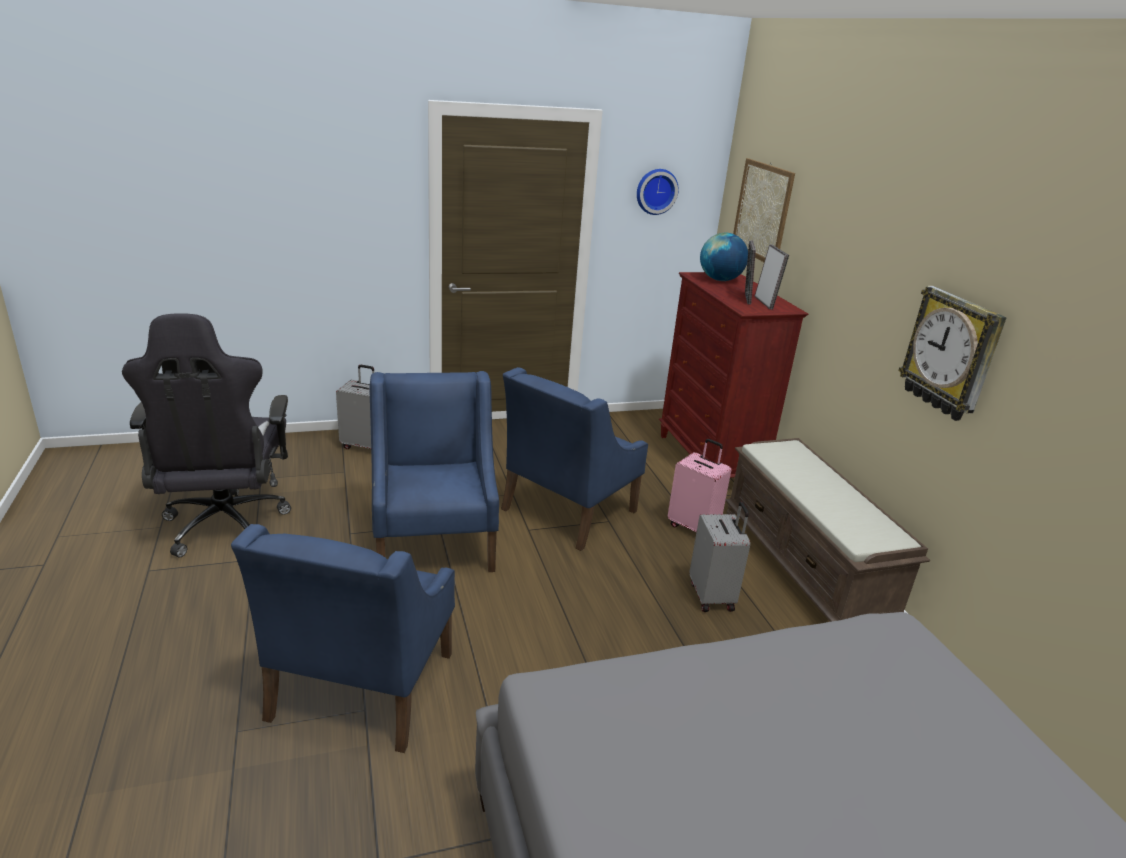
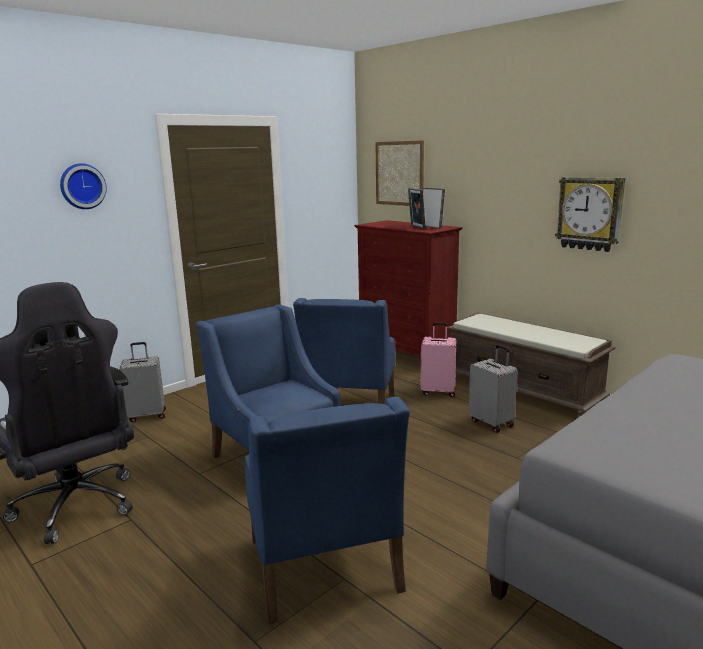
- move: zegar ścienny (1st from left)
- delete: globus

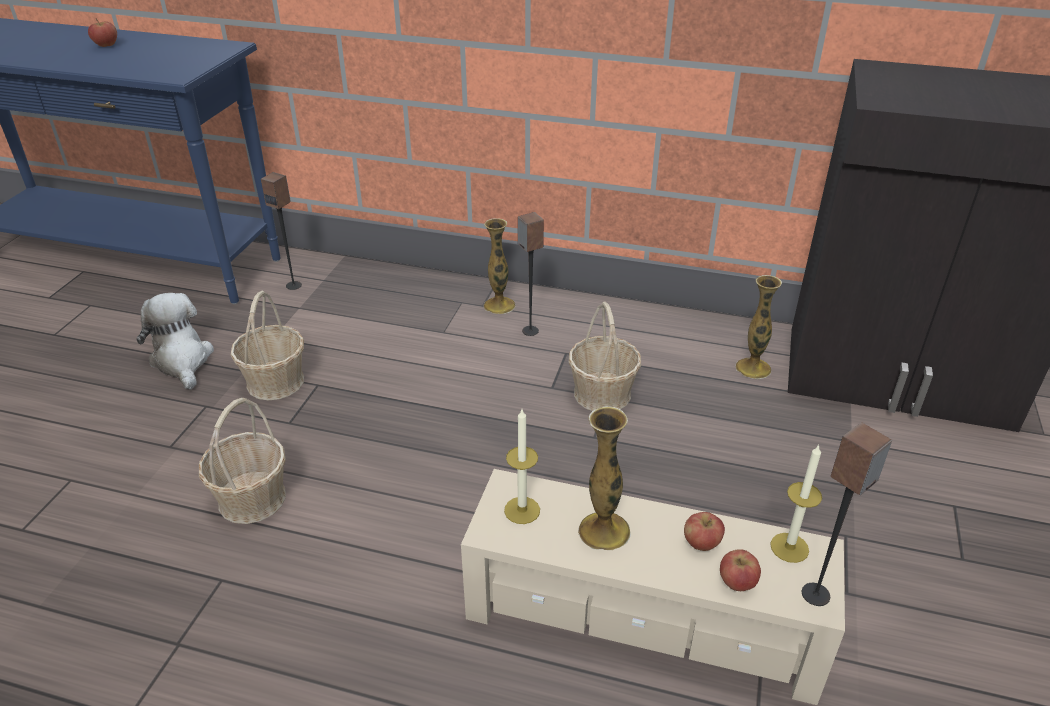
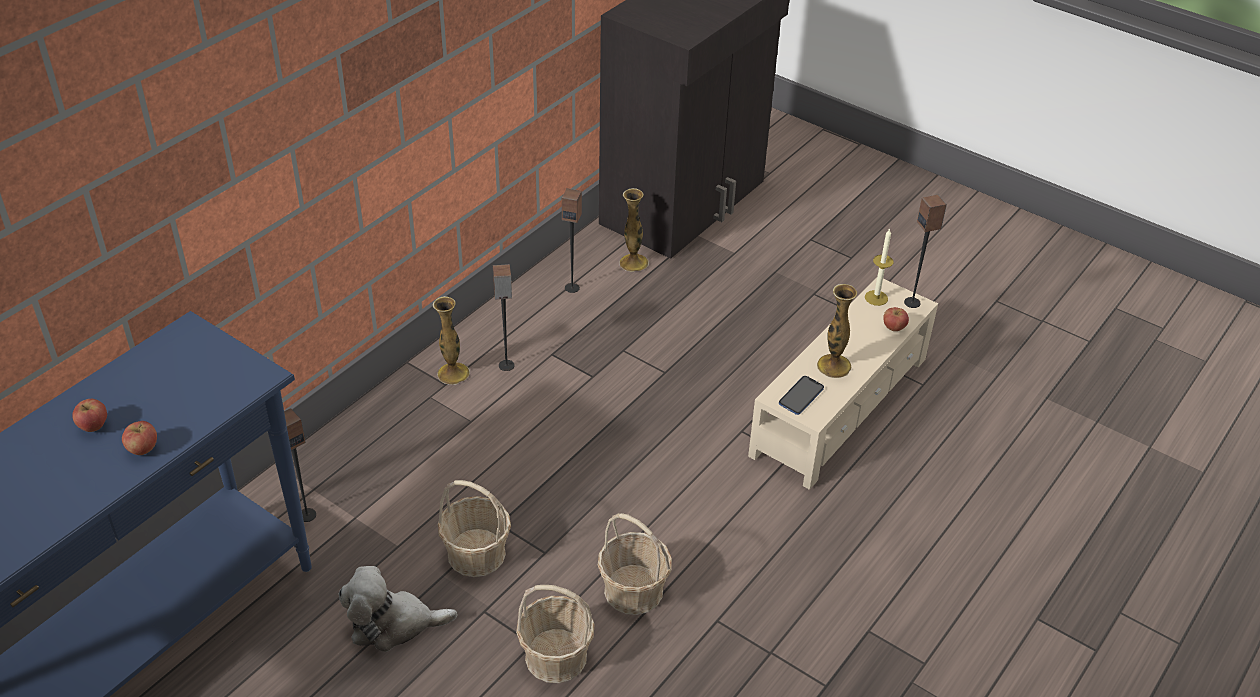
- replace: świeca (1st from left) to telefon
- move: koszyk (3rd from left in the first image) to koszyk (2nd from left)
- move: jabłko (2nd from left)
- insert: głośnik (3rd from left)

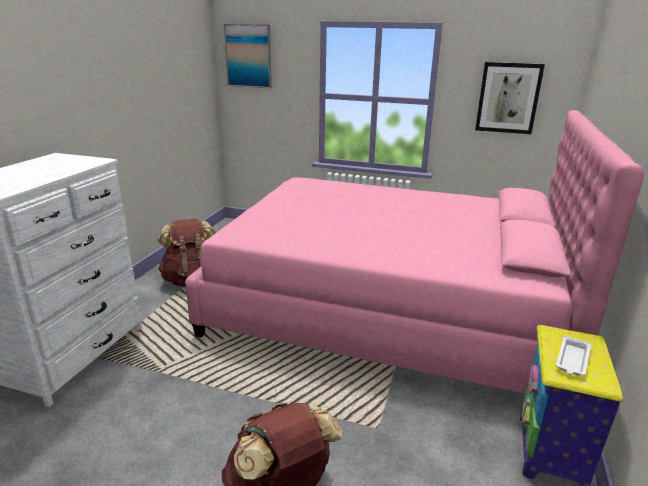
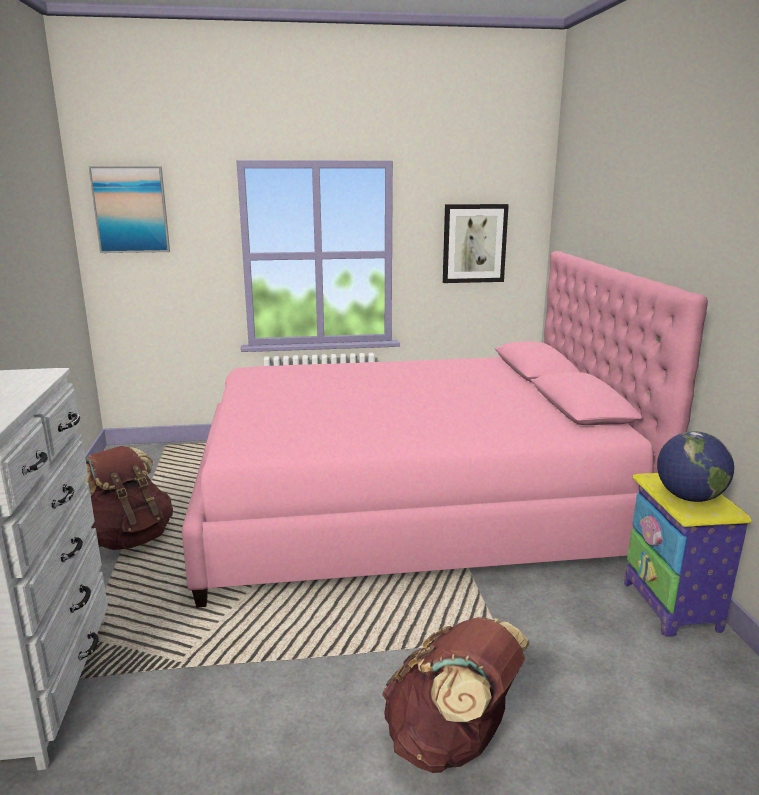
- replace: taca [biały] to globus

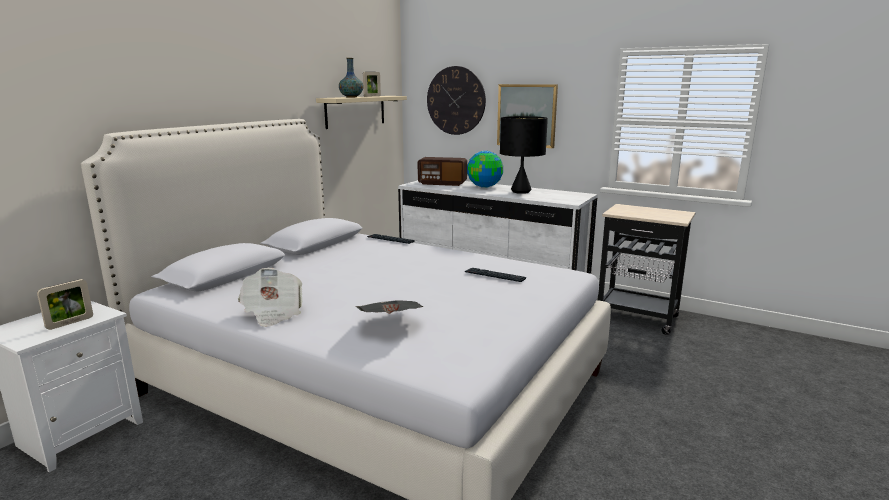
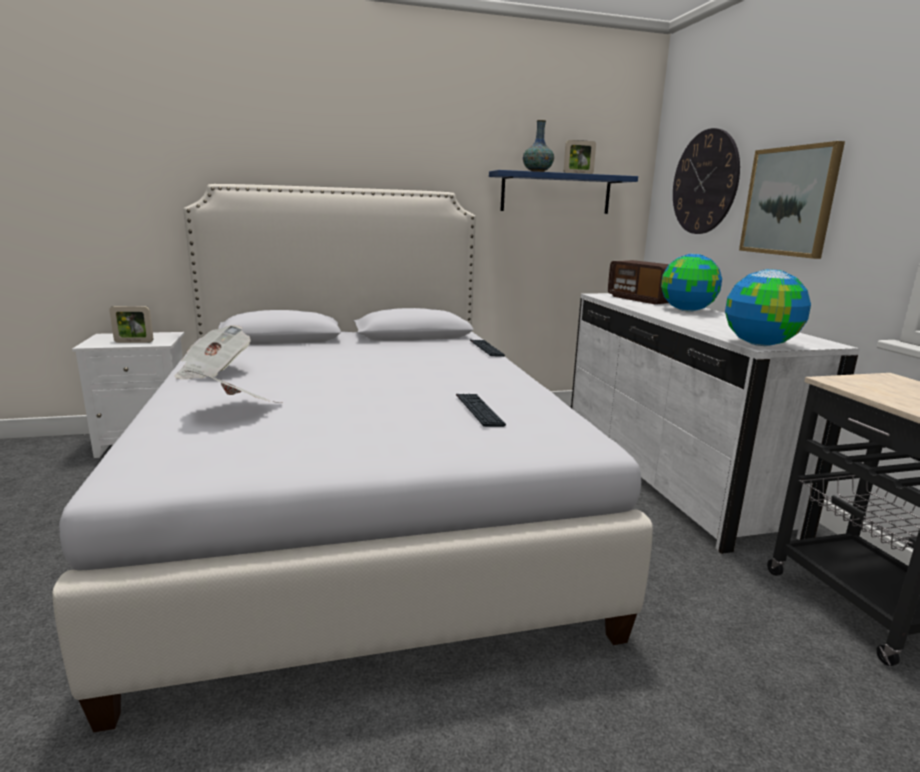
- recolor: półka [beżowy] to półka [niebieski]
- delete: lampa stołowa [czarny]
- insert: globus (2nd from left)

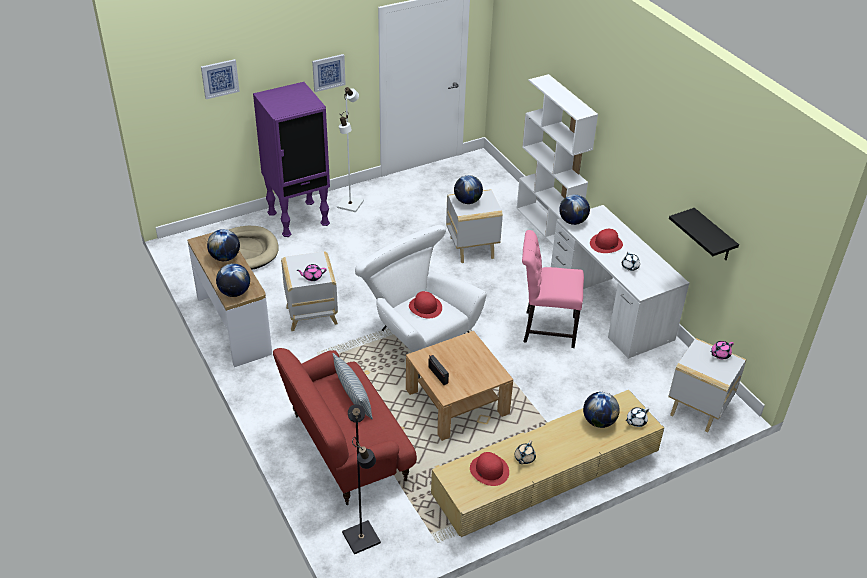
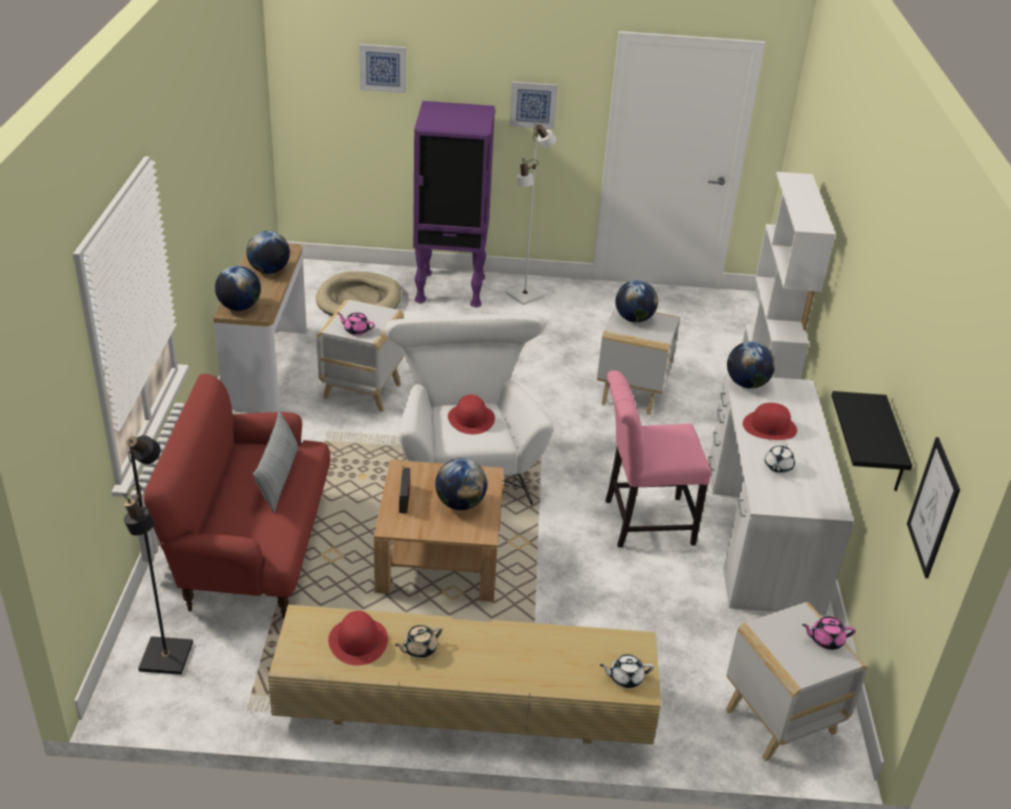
- rotate: krzesło [różowy] 45 degrees counterclockwise
- move: globus (5th from left in the first image) to globus (3rd from left)
- insert: obraz (3rd from left)

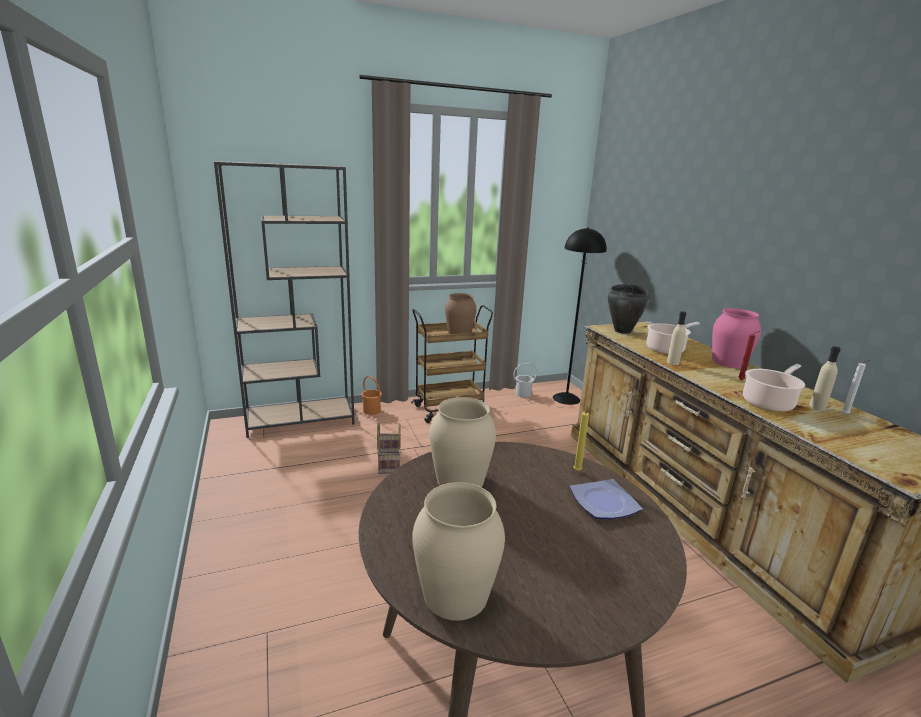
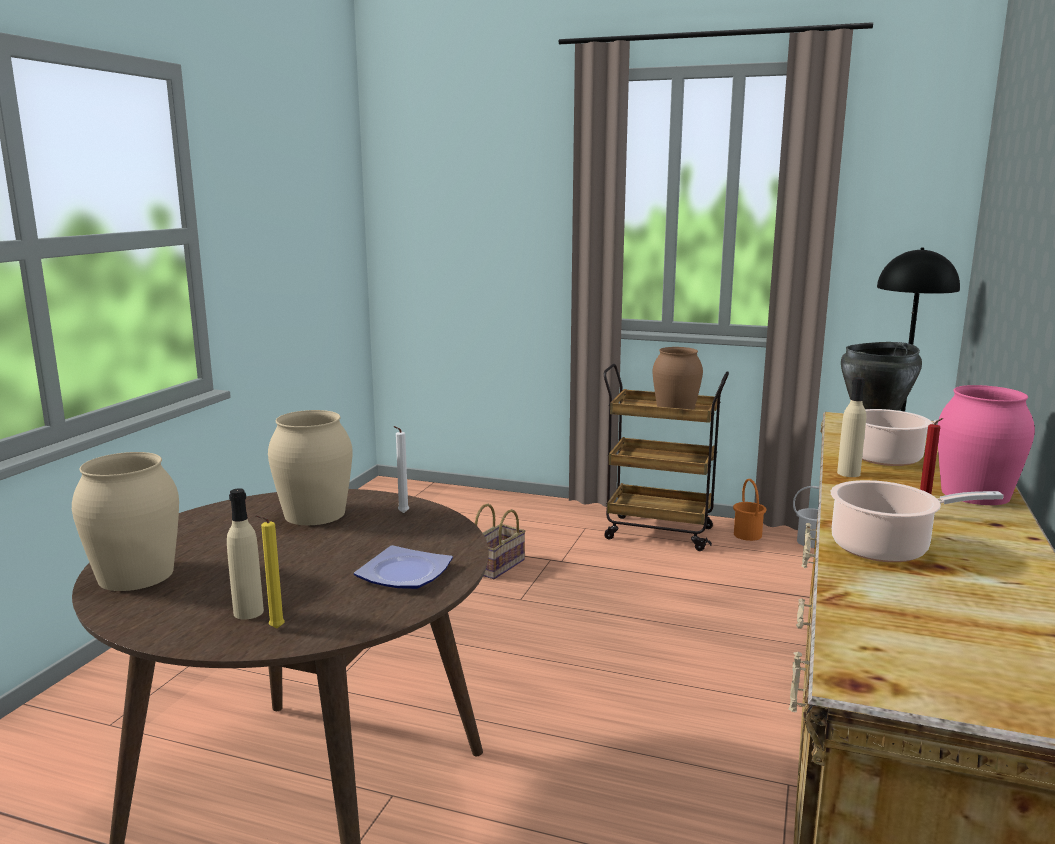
- delete: regał
- move: wiadro [pomarańczowy]
- move: świeca [żółty]
- move: butelka [beżowy] (2nd from left in the first image) to butelka [beżowy] (1st from left)
- move: świeca [biały]

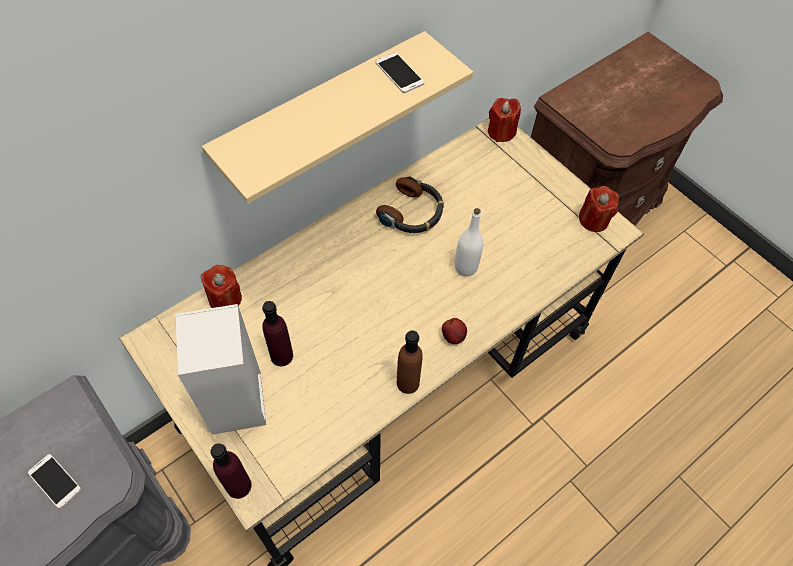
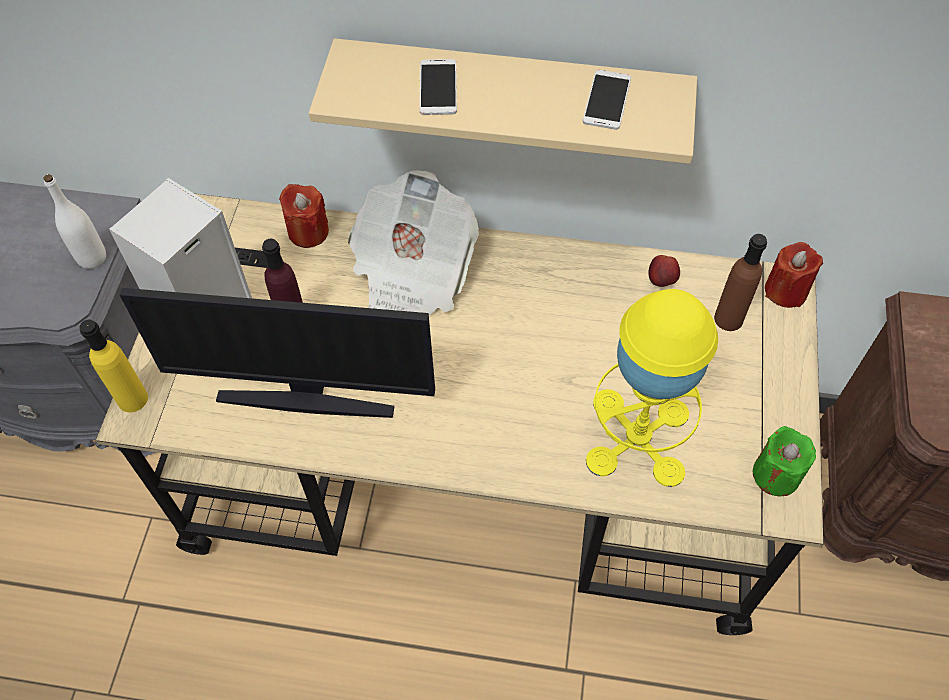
- move: telefon (1st from left)
- recolor: butelka [fioletowy] (1st from left) to butelka [żółty]
- delete: słuchawki
- move: butelka [brązowy]
- move: jabłko
- move: butelka [biały]
- recolor: świeca [czerwony] (3rd from left) to świeca [zielony]
- insert: monitor
- insert: gazeta
- insert: lampa stołowa [żółty]

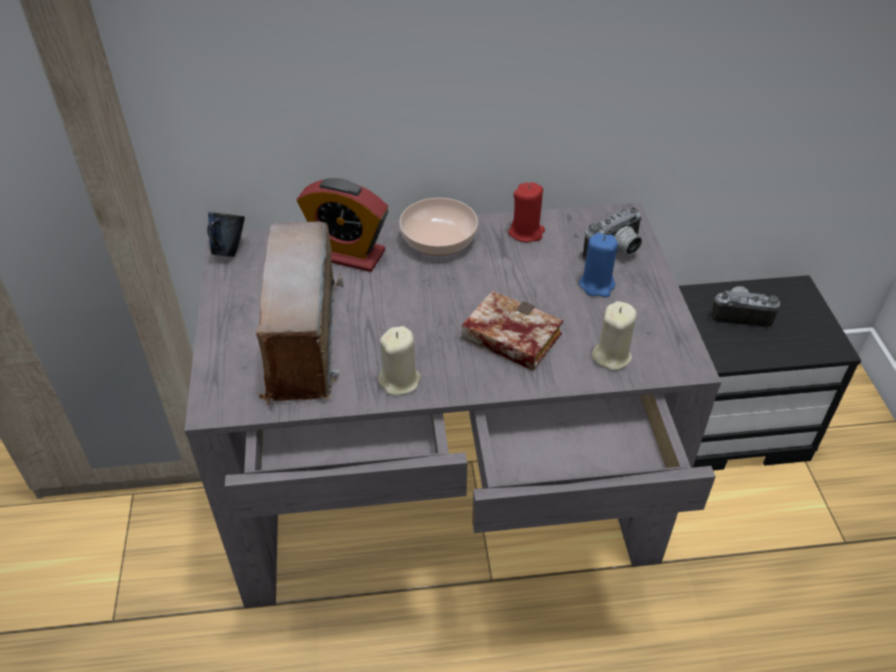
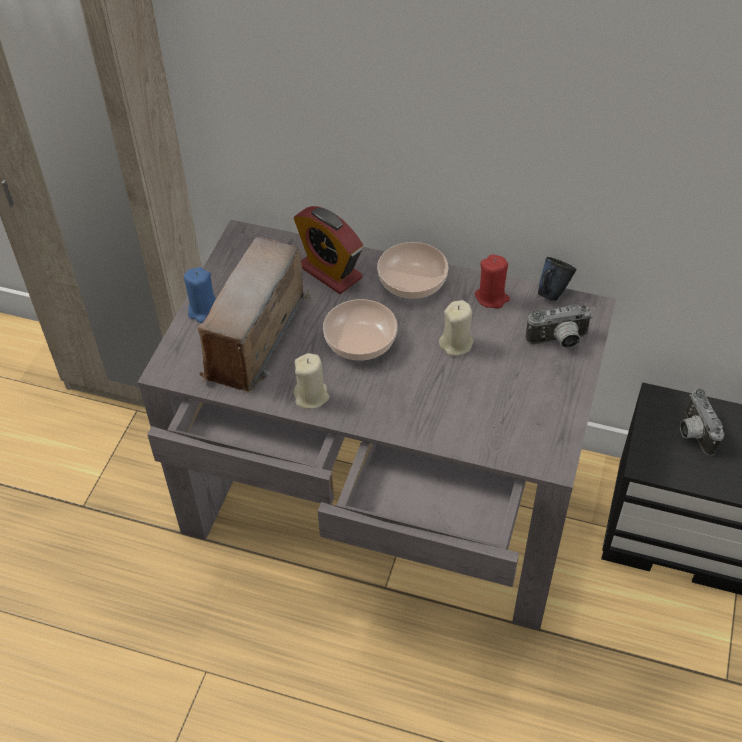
- move: kubek [niebieski]
- delete: książka
- move: świeca [niebieski]
- move: świeca [beżowy] (2nd from left)
- rotate: aparat fotograficzny (2nd from left) 135 degrees counterclockwise
- insert: miska (1st from left)

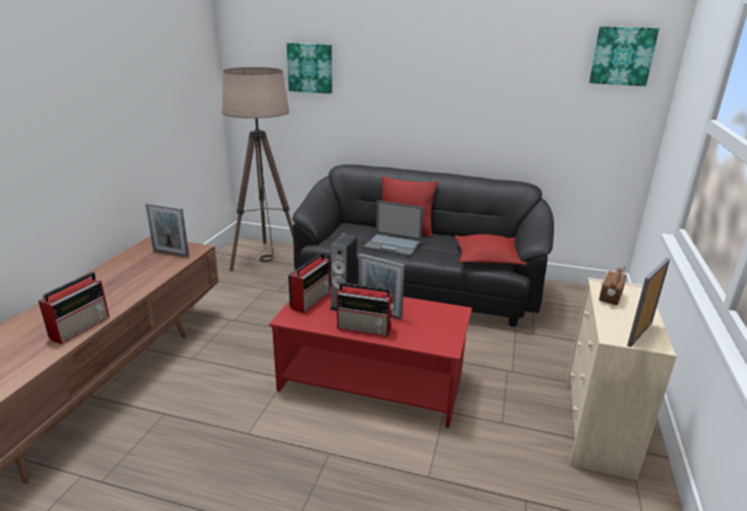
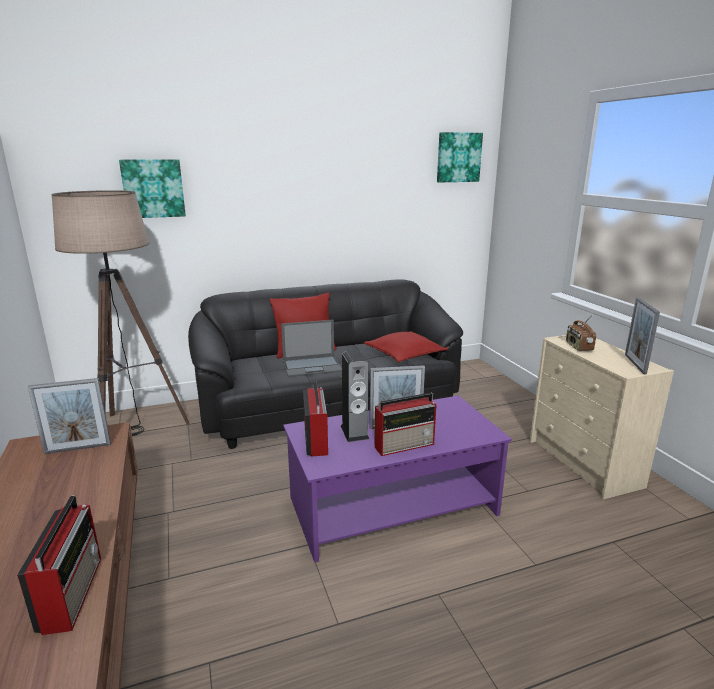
- recolor: ława [czerwony] to ława [fioletowy]

